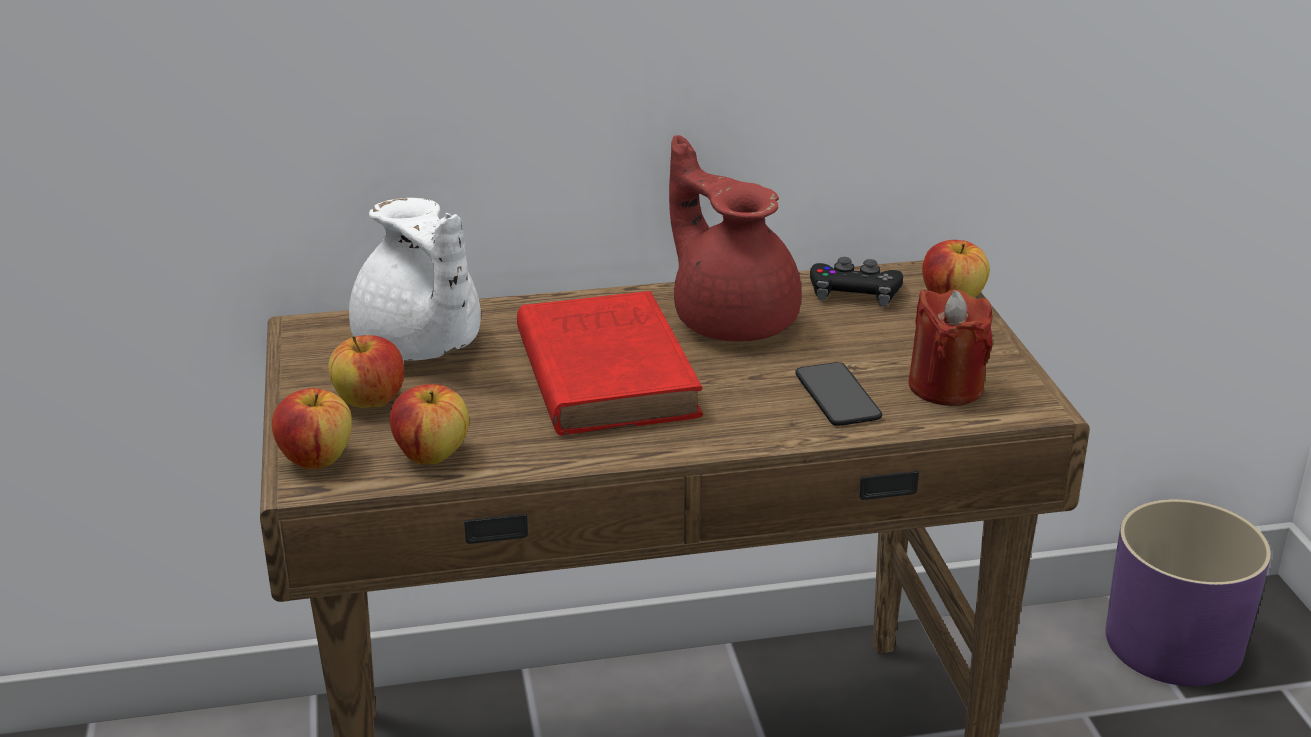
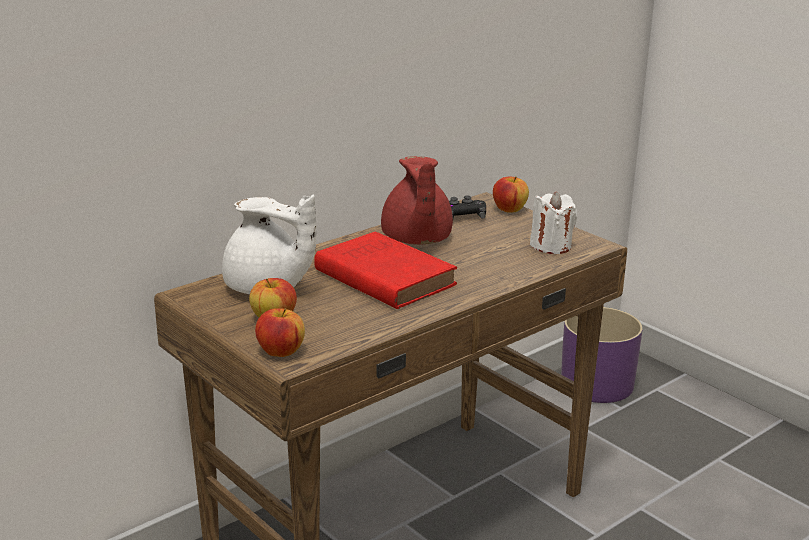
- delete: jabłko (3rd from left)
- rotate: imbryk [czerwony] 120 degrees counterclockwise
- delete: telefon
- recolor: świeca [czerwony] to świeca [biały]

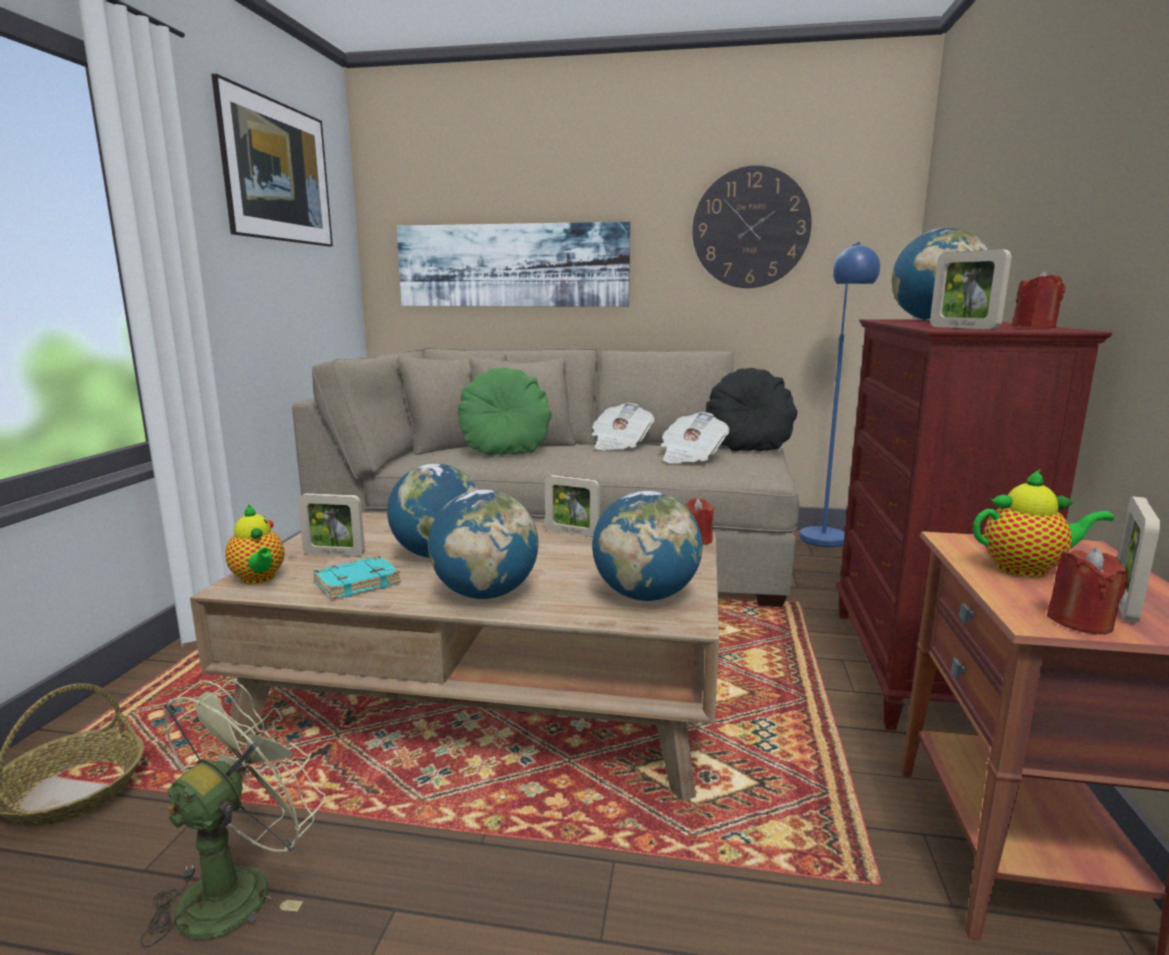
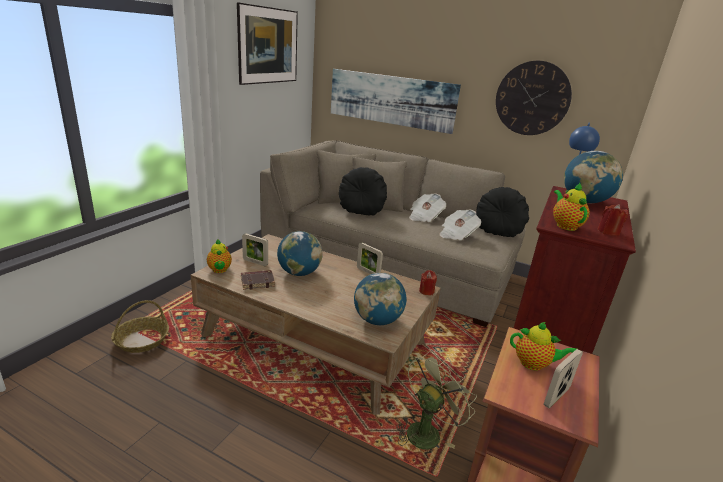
- move: wentylator [zielony]
- recolor: książka [turkusowy] to książka [brązowy]
- delete: globus (2nd from left)
- recolor: poduszka [zielony] to poduszka [czarny] (1st from left)
- replace: ramka na zdjęcie (3rd from left) to imbryk (3rd from left)
- delete: świeca [czerwony] (3rd from left)

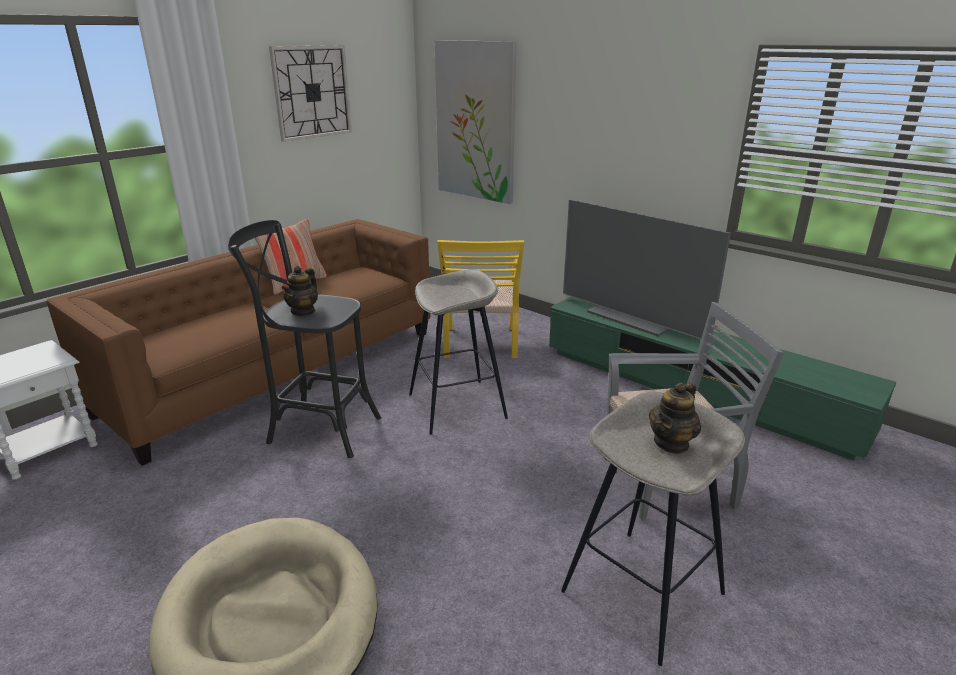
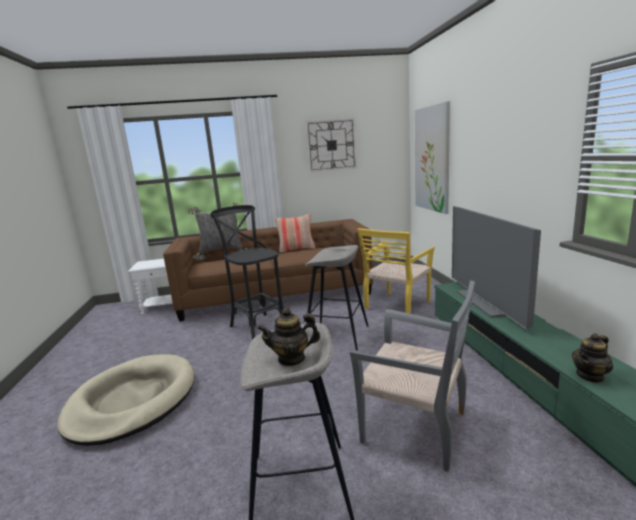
- move: imbryk (1st from left in the first image) to imbryk (2nd from left)
- insert: poduszka (1st from left)

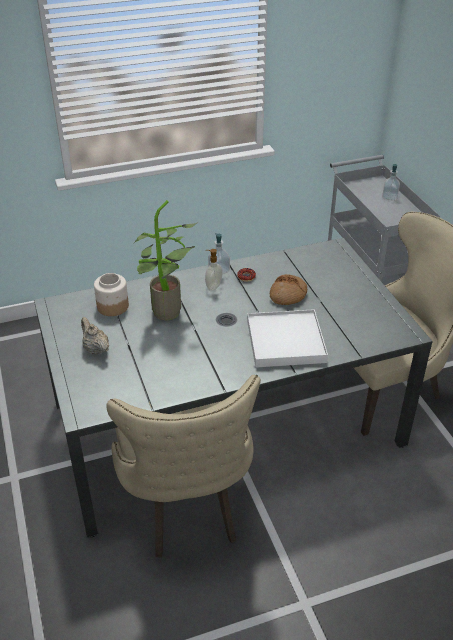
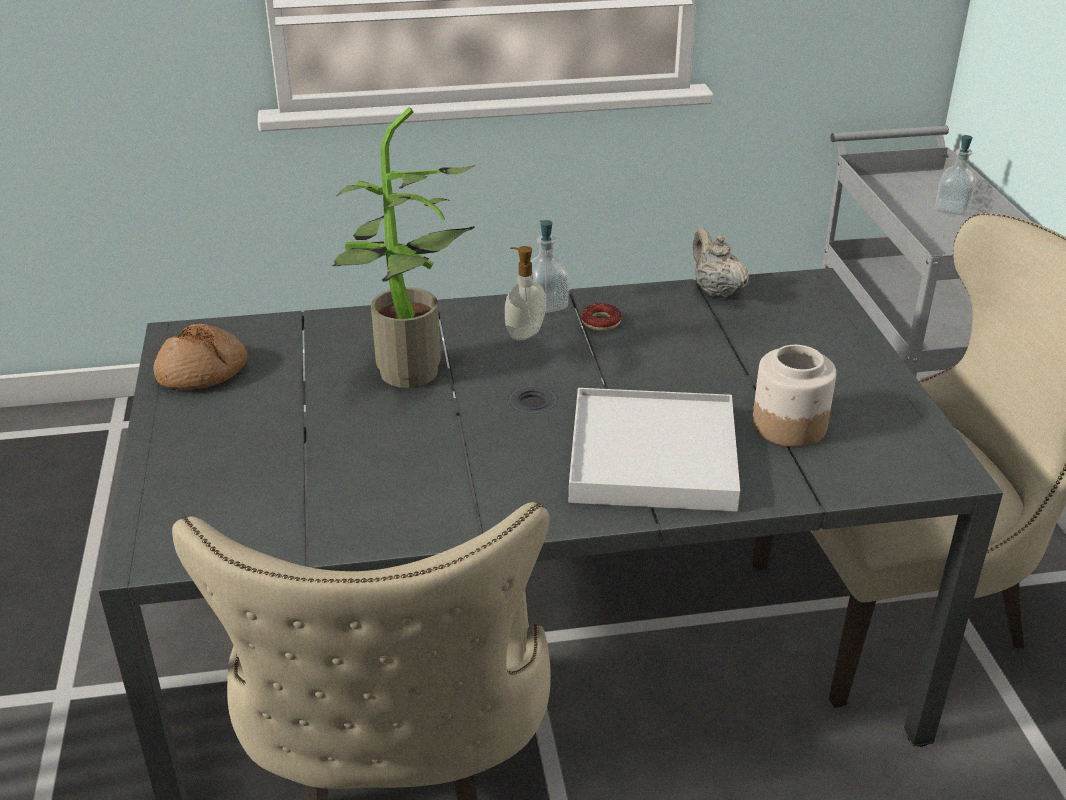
- move: imbryk [beżowy]
- move: słoik
- move: chleb

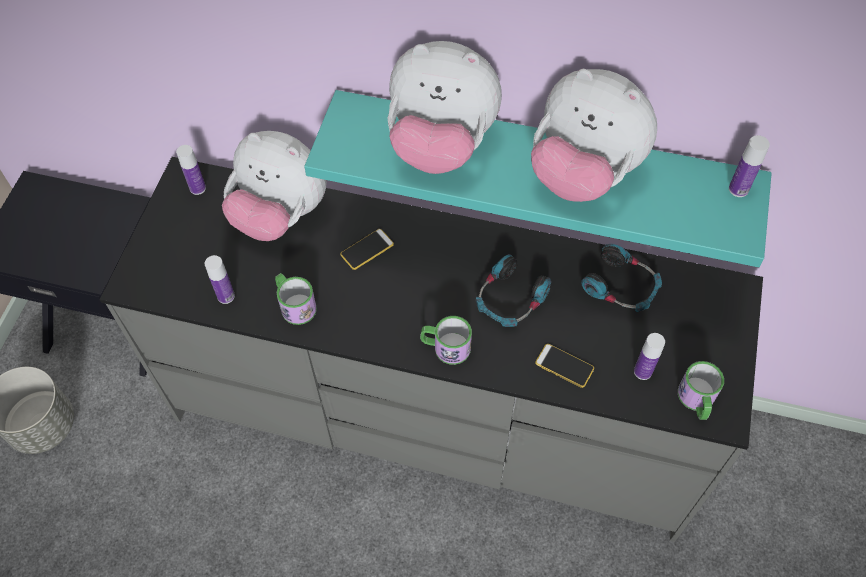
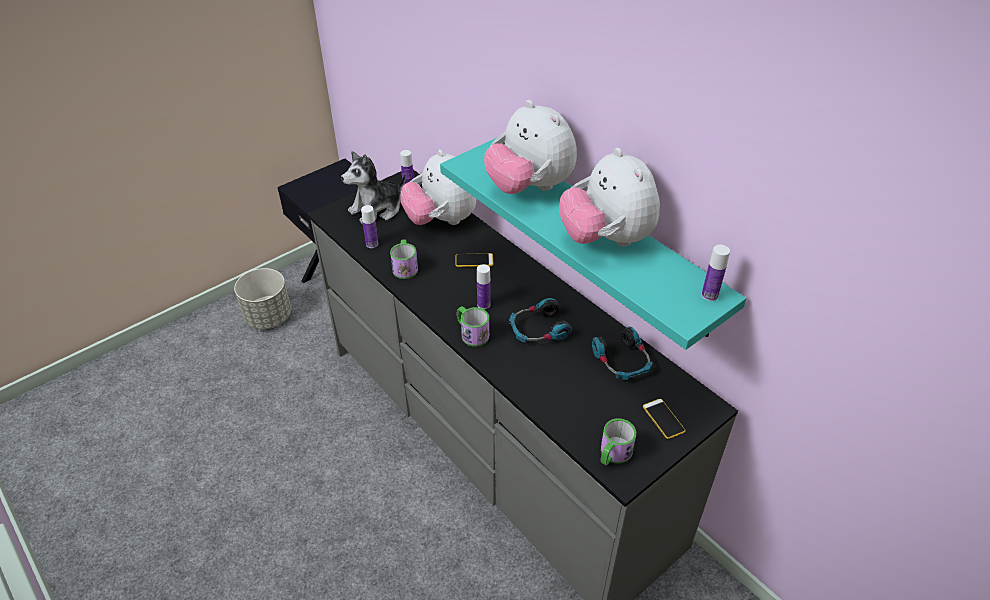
- move: telefon (2nd from left)
- move: butelka (3rd from left)
- insert: pluszak (1st from left)

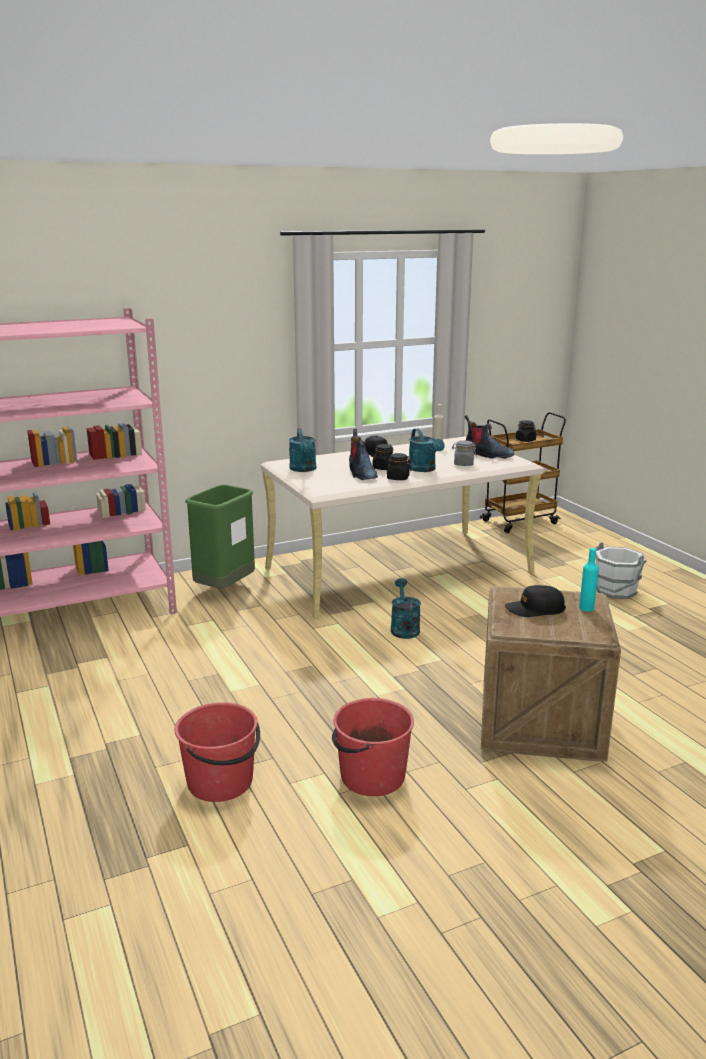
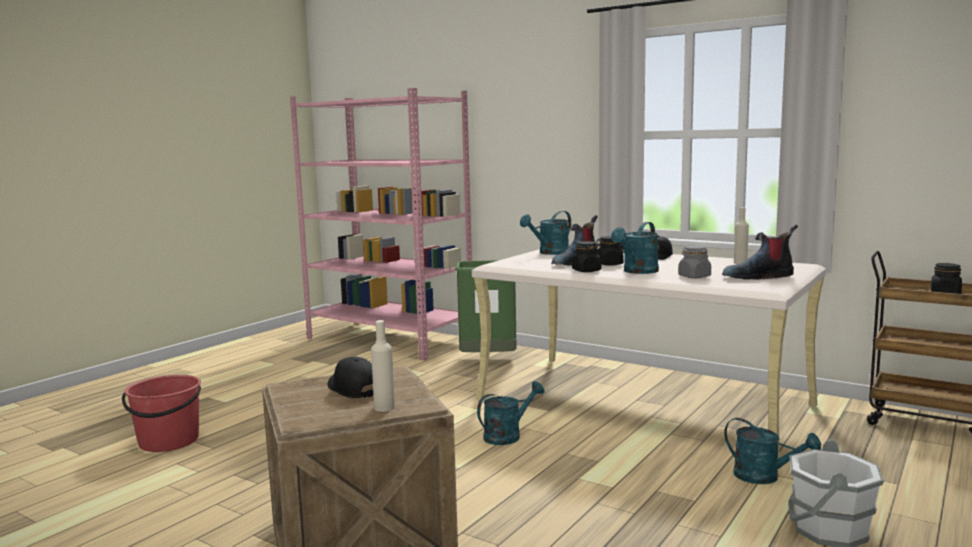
- delete: wiadro [czerwony] (2nd from left)
- rotate: but z cholewką (2nd from left) 75 degrees clockwise
- recolor: butelka [turkusowy] to butelka [beżowy] (1st from left)
- insert: konewka [turkusowy] (4th from left)

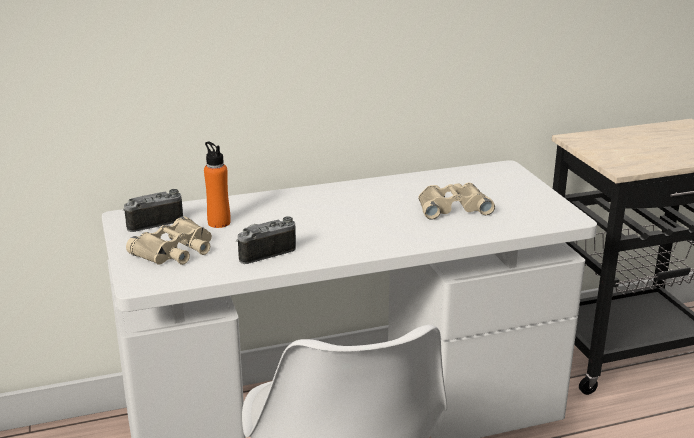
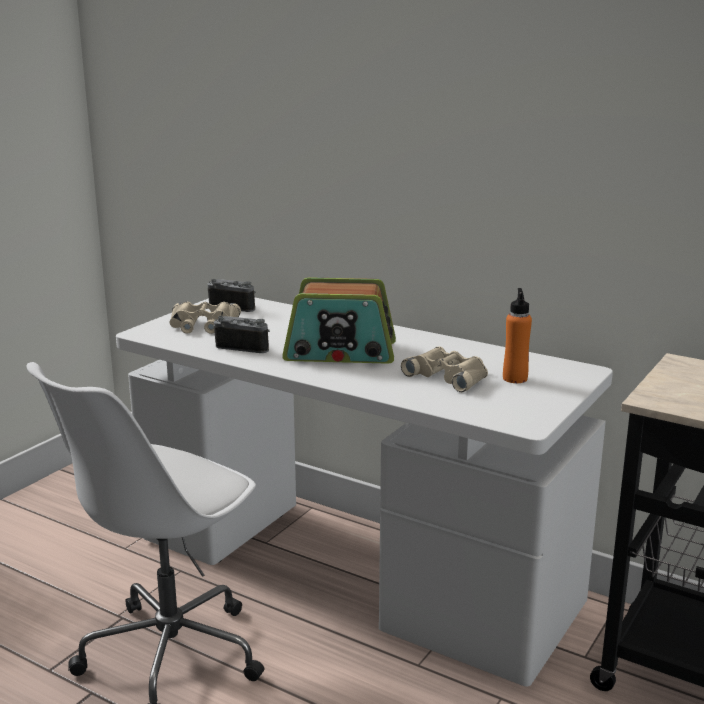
- move: butelka [pomarańczowy]
- insert: radio

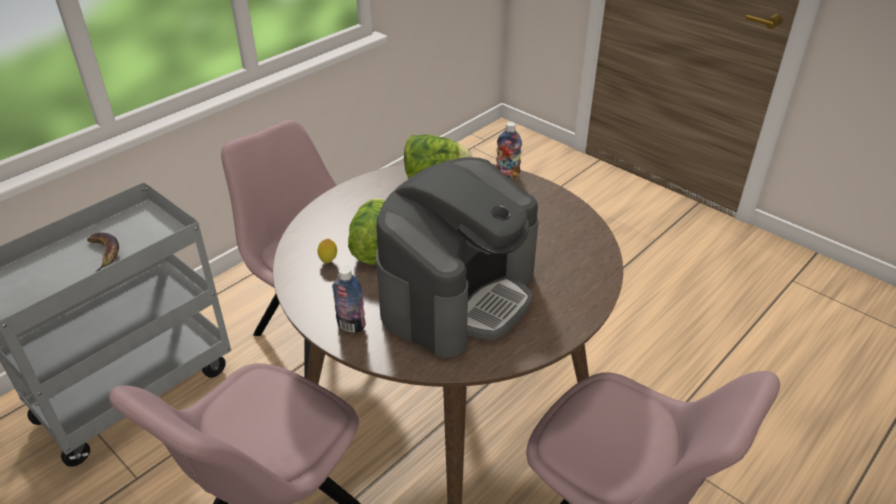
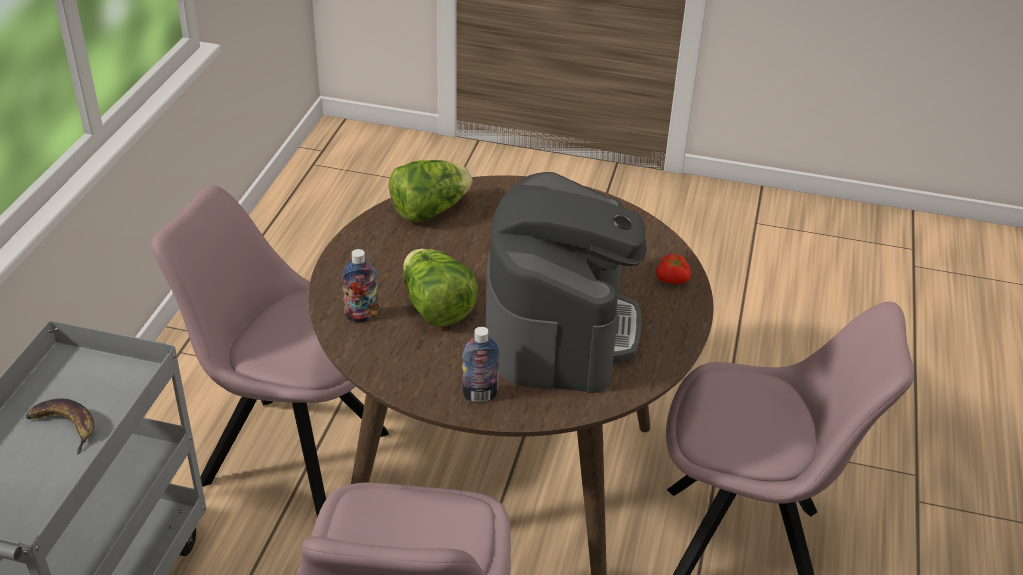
- delete: cytryna
- move: butelka (2nd from left in the first image) to butelka (1st from left)
- insert: pomidor

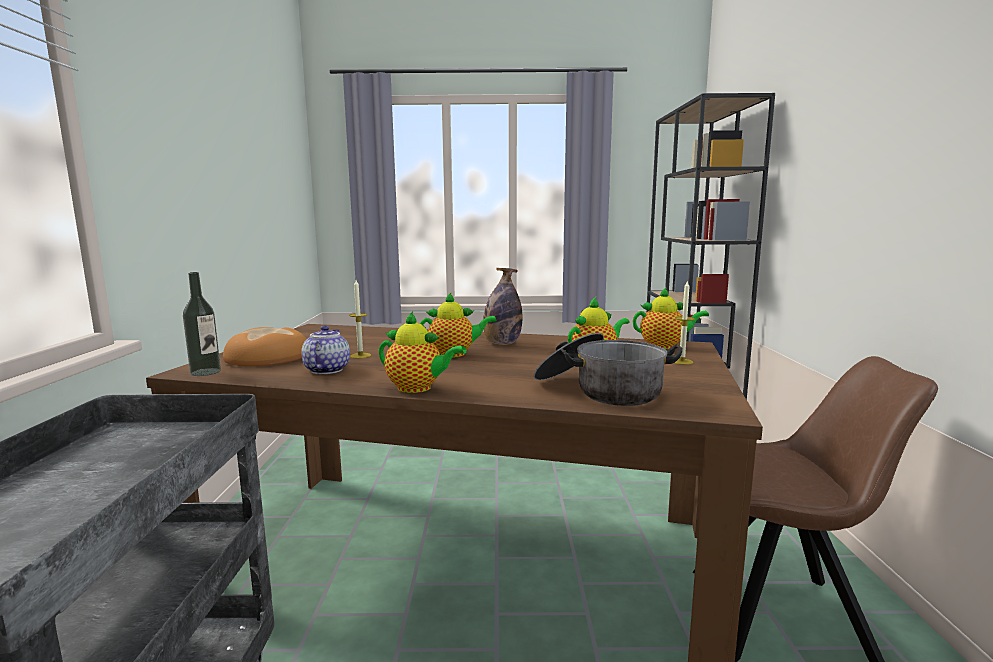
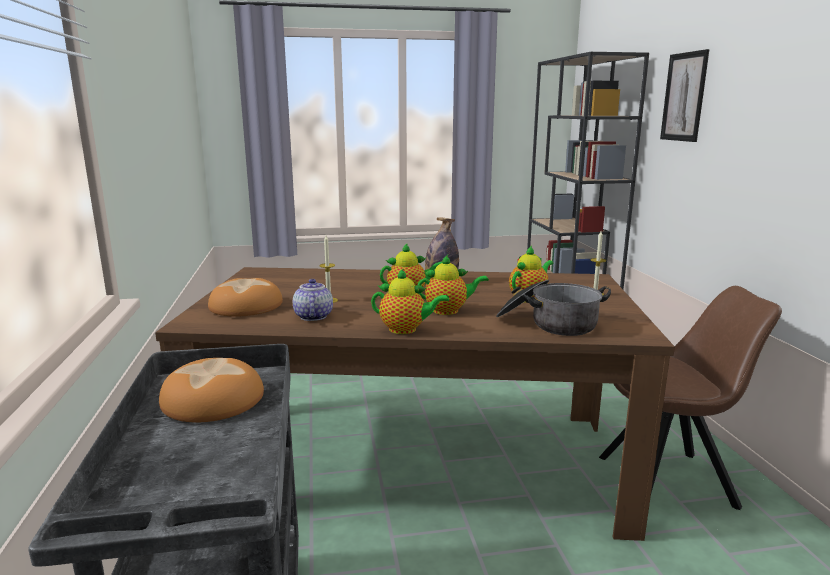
- delete: butelka (1st from left)
- move: imbryk (5th from left in the first image) to imbryk (4th from left)
- insert: chleb (1st from left)
- insert: obraz

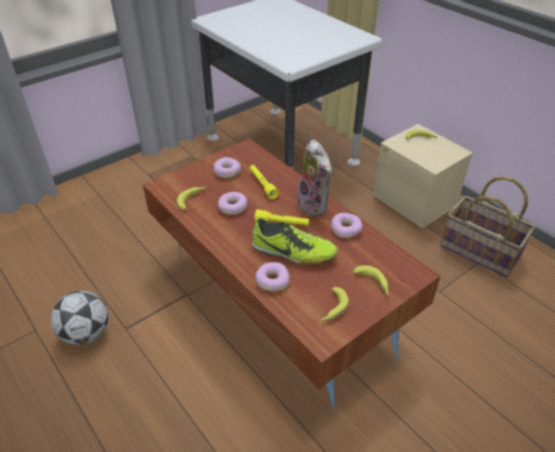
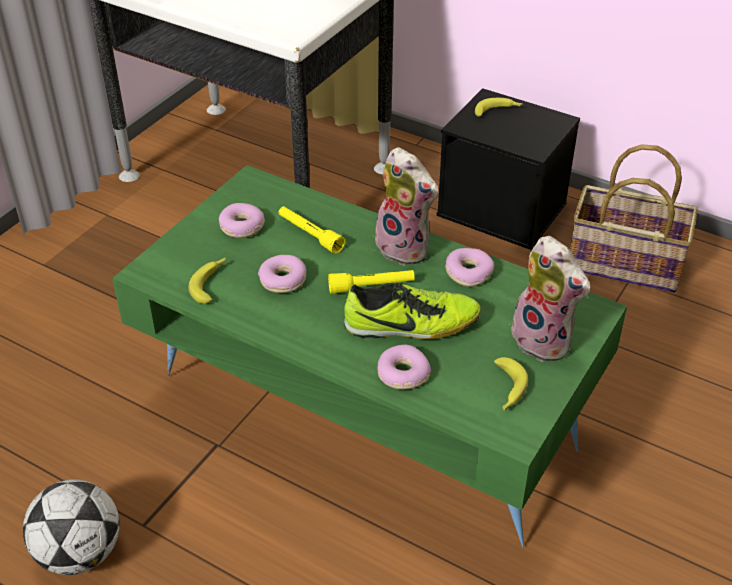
- recolor: ława [brązowy] to ława [zielony]
- replace: banan (3rd from left) to pluszak (2nd from left)
- recolor: pojemnik do przechowywania [beżowy] to pojemnik do przechowywania [czarny]

